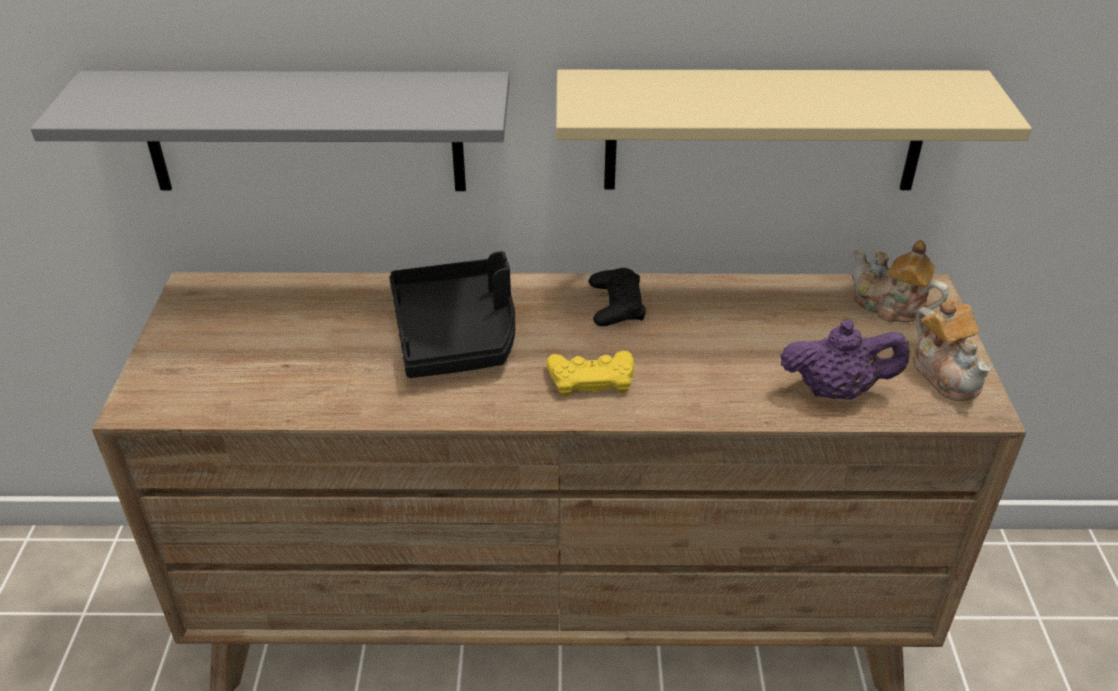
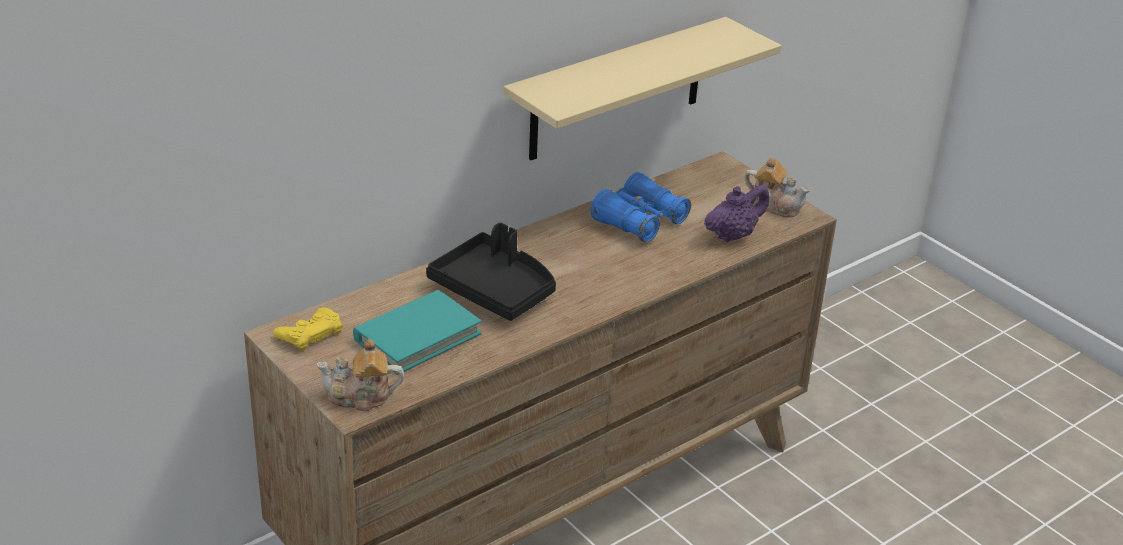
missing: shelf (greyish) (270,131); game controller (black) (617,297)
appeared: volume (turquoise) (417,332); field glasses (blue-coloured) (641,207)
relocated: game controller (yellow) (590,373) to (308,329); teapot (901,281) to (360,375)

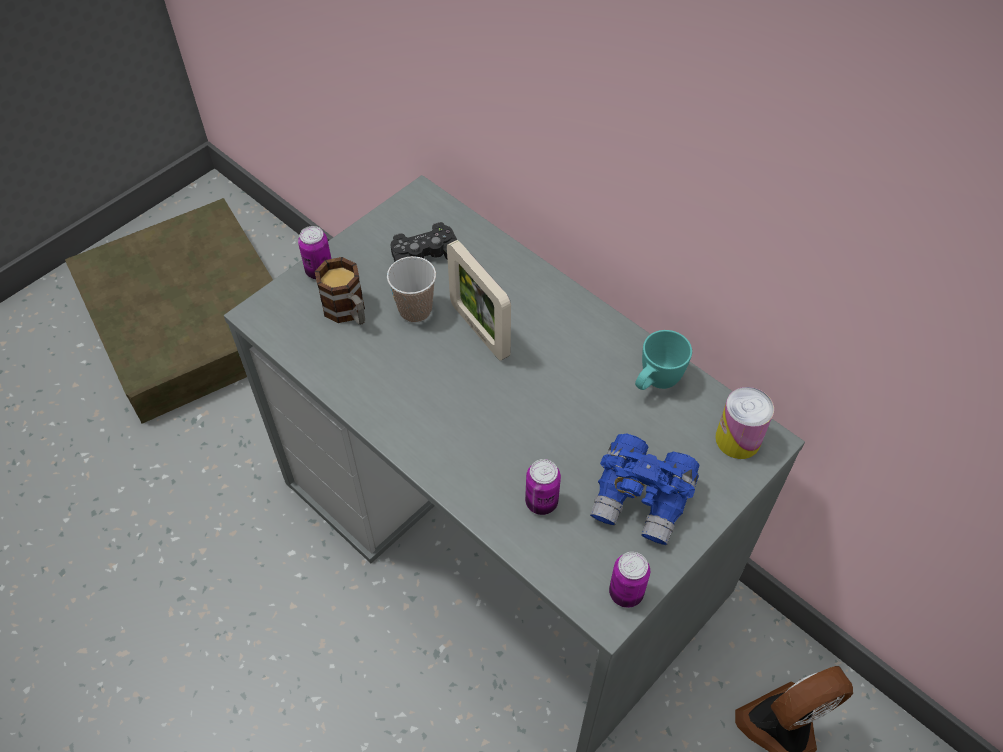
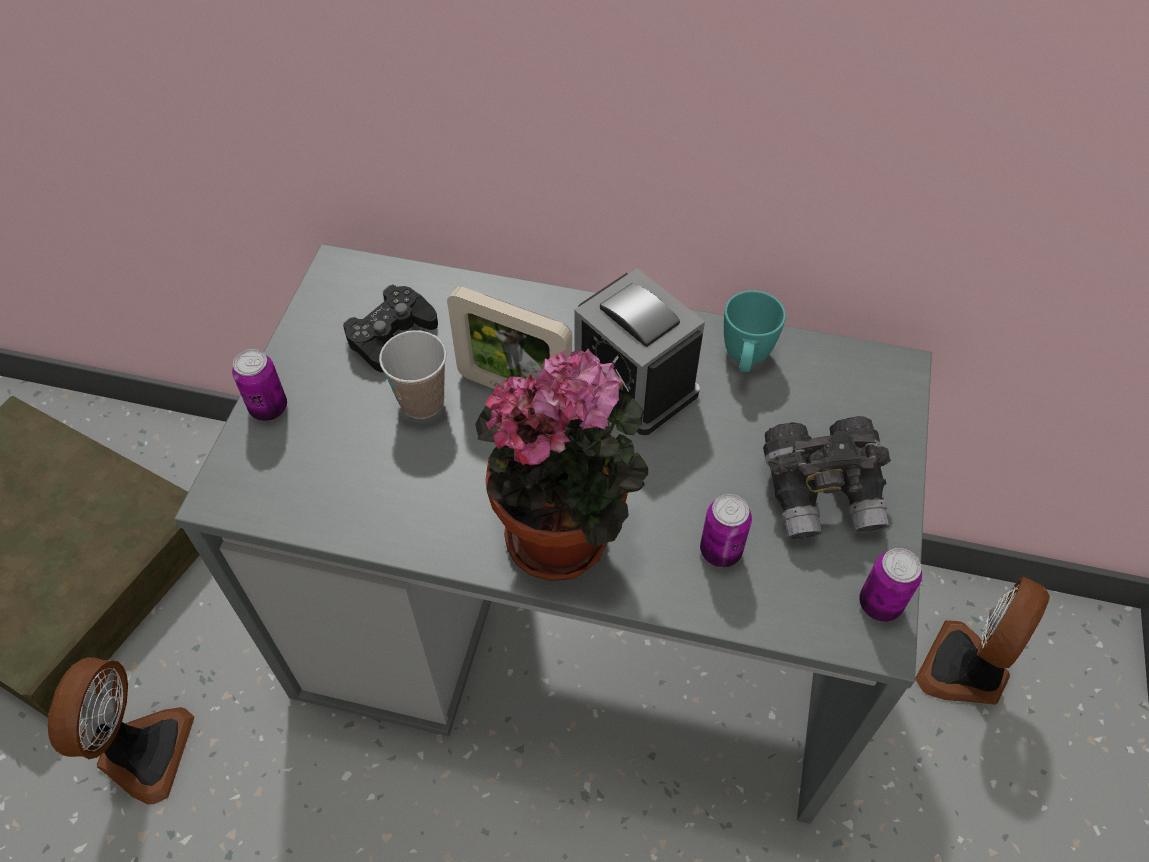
missing: tea mug (340,291); metal can (744,423)
appeared: fan (121,730); plant in a pot (561,465); table clock (639,351)
colour: field glasses (blue-coloured) (644,489) to field glasses (greyish) (827,478)

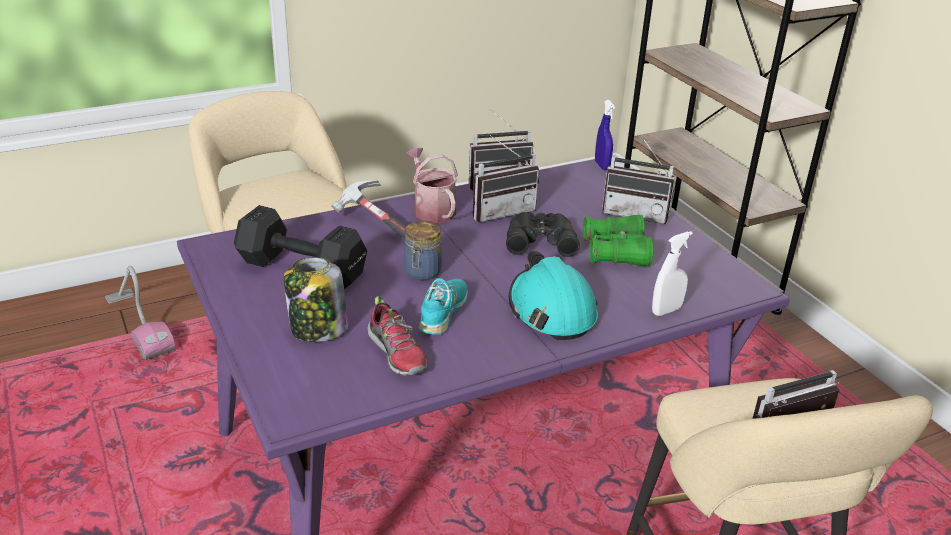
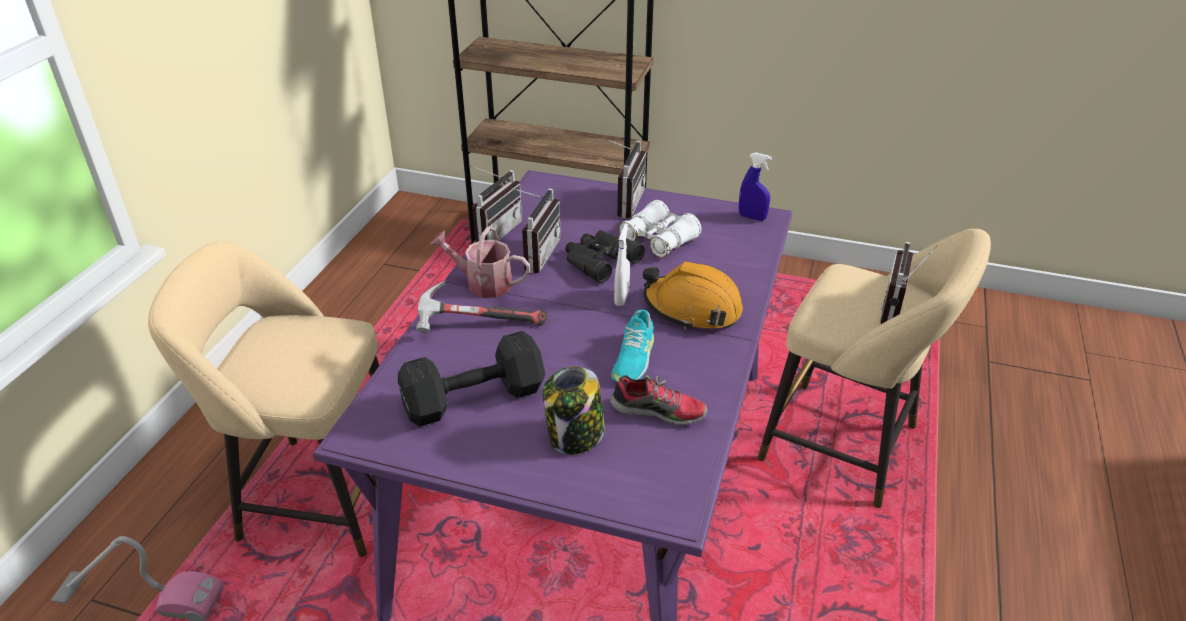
missing: preserve jar (423,250)
relocated: sprayer (blue-coloured) (605,135) to (755,186); sprayer (white) (672,273) to (622,264)
colour: hard hat (turquoise) (553,295) to hard hat (orange) (693,295); field glasses (green-coloured) (618,240) to field glasses (white) (660,229)
spun: low shoe (turquoise) (443,306) = (633,346) 135 degrees counterclockwise; radio set (638,179) = (626,178) 45 degrees counterclockwise

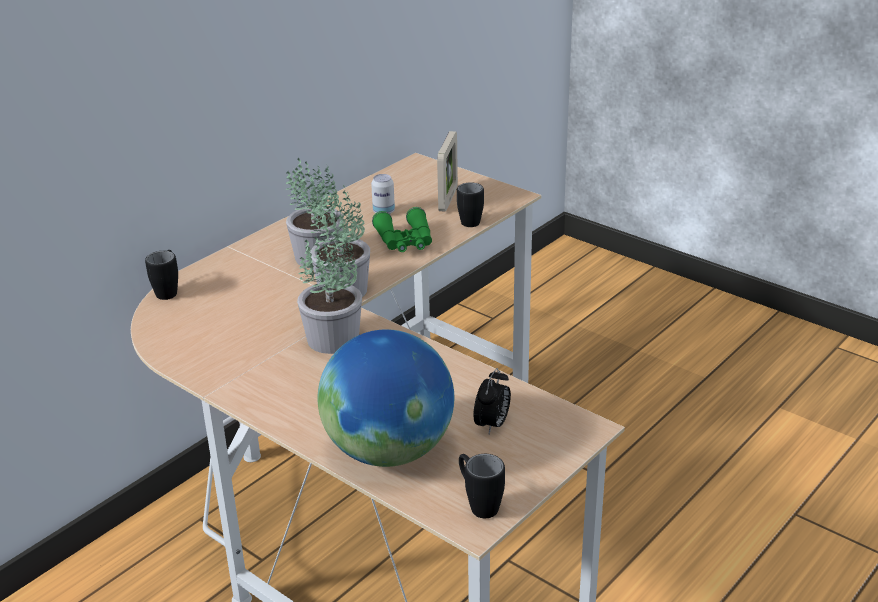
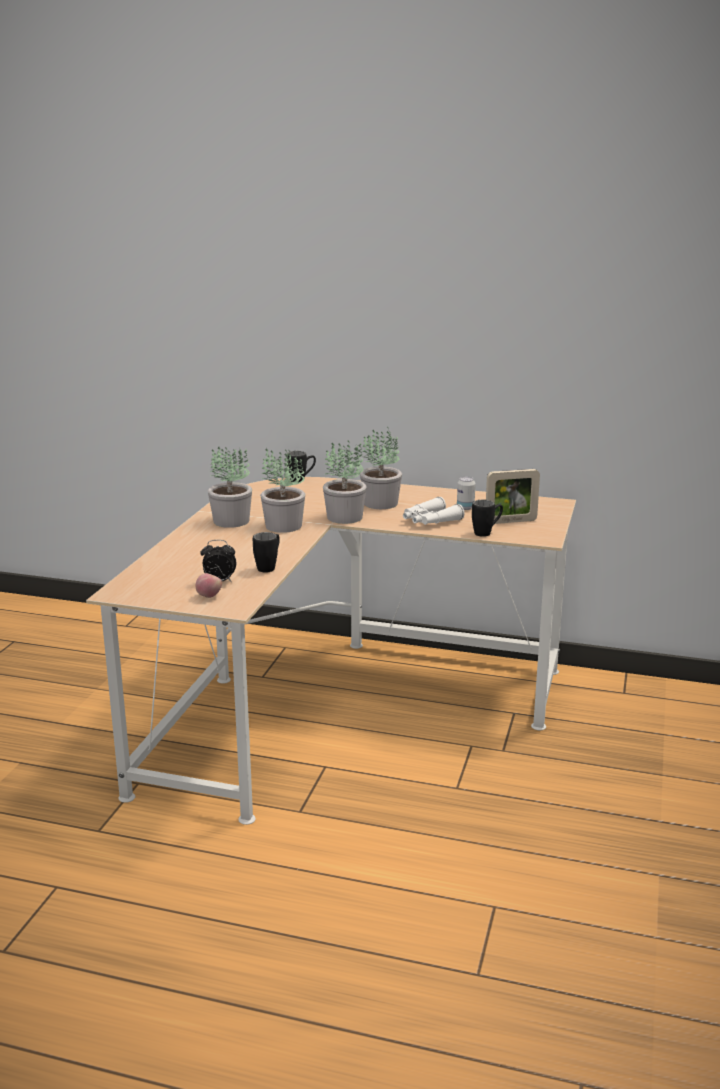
missing: world globe (386,398)
appeared: apple (209,585); plant in a pot (230,487)
relocated: tea mug (black) (482,486) to (266,552)
colour: field glasses (green-coloured) (402,229) to field glasses (white) (433,511)

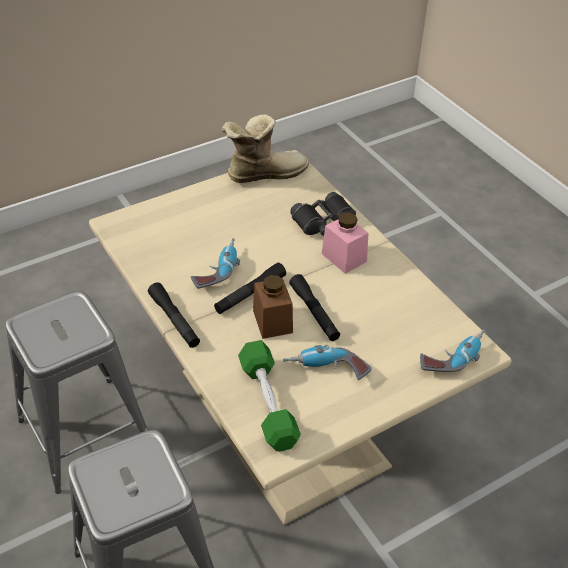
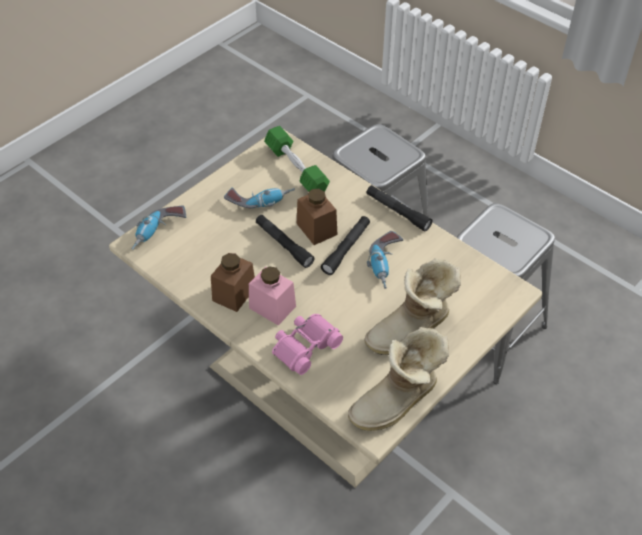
appeared: preserve jar (brown-coloured) (233,282); tall boot (413,306)
colour: field glasses (black) (323,214) to field glasses (pinkish) (307,344)

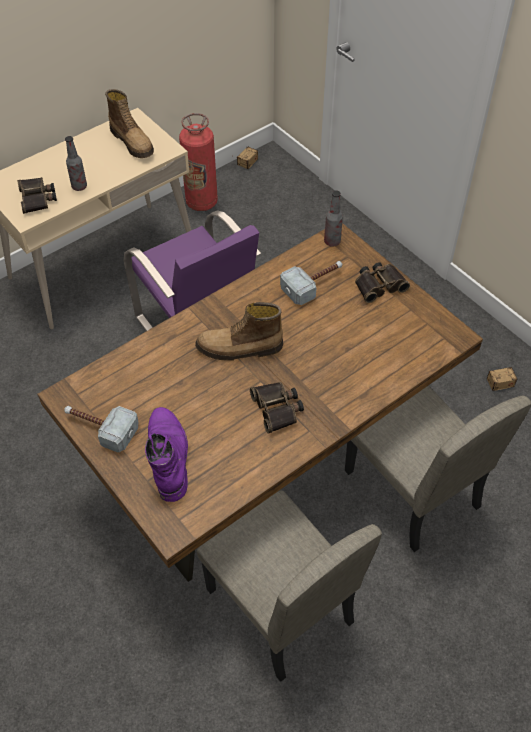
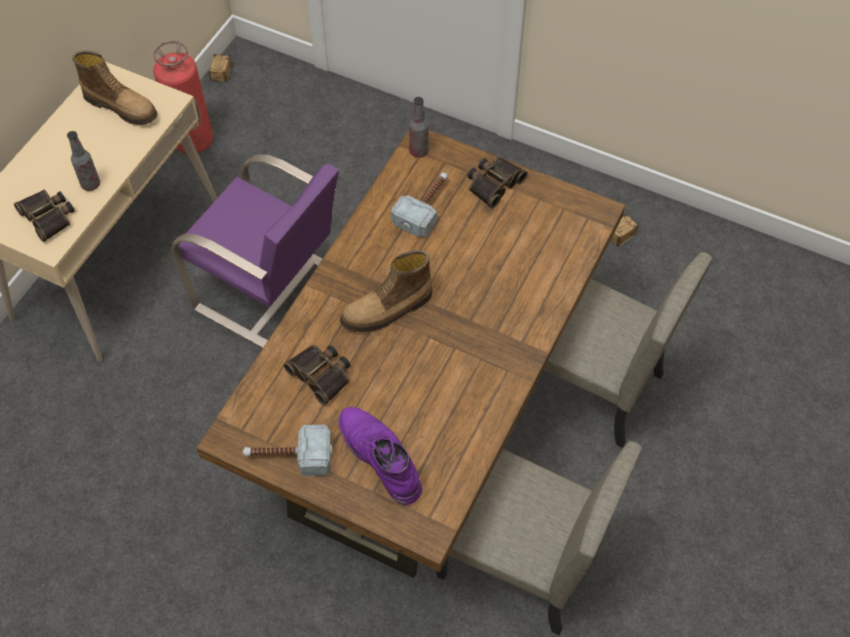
relocated: field glasses (277,408) to (317,375)

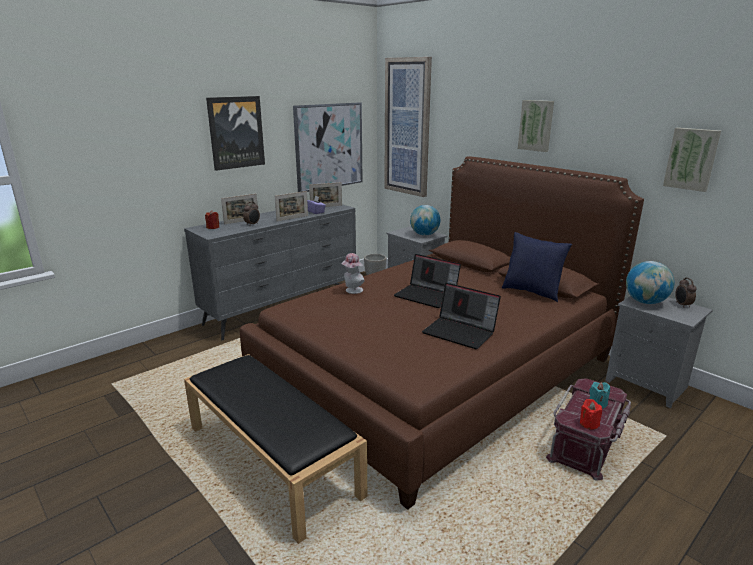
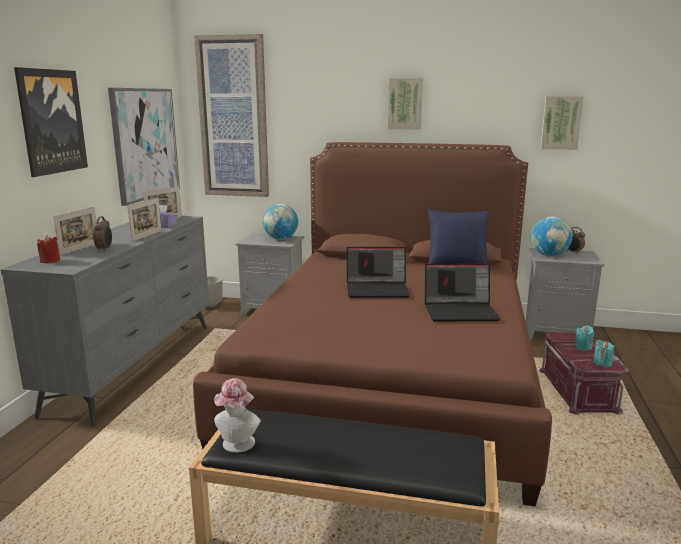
relocated: hat (353,273) to (237,415)
colour: wax candle (red) (591,414) to wax candle (turquoise) (604,354)

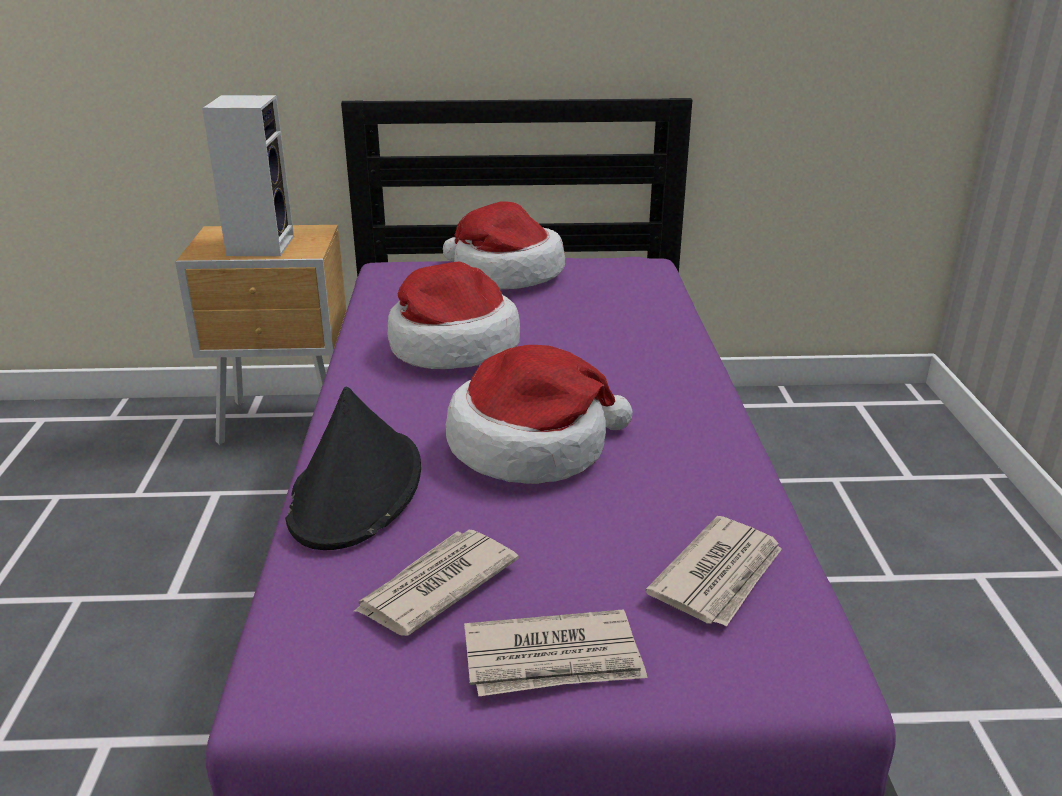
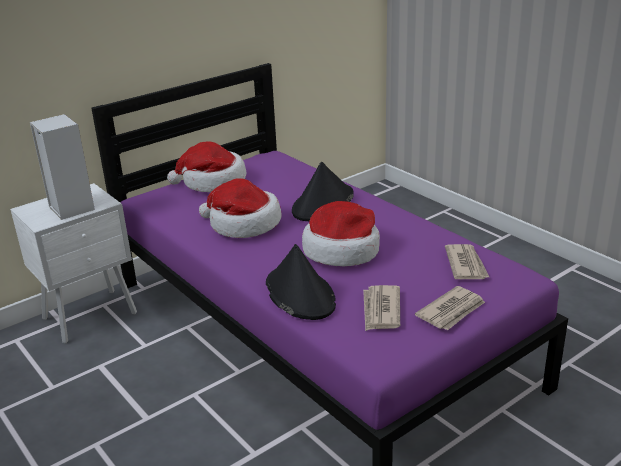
appeared: hat (black) (323,191)
colour: bedside table (brown-coloured) (260,335) to bedside table (white) (73,263)

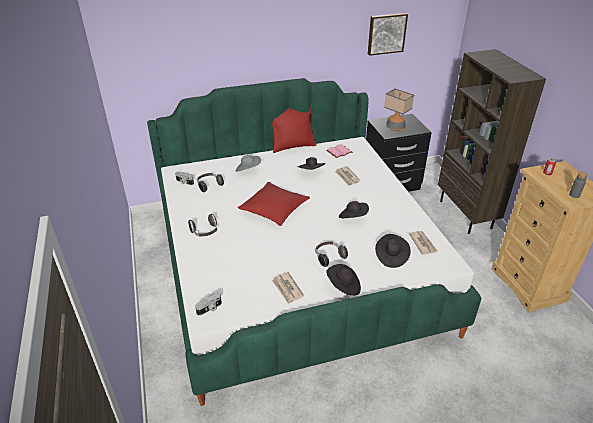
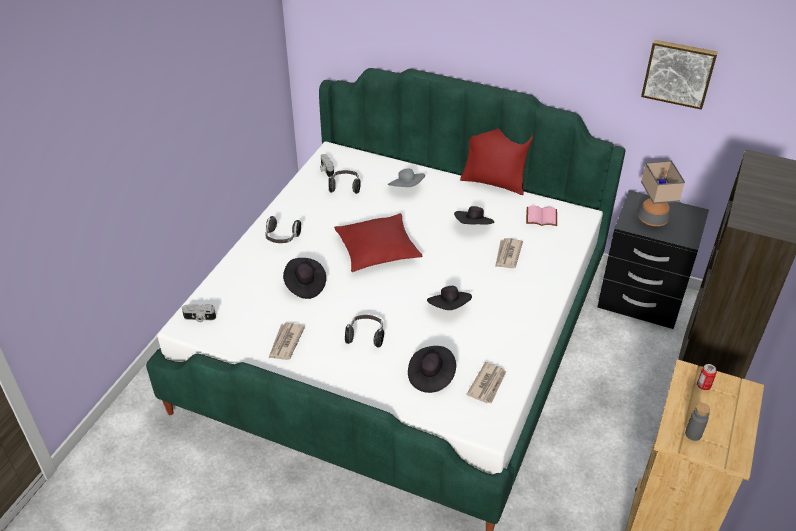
relocated: hat (black) (343,280) to (304,278)

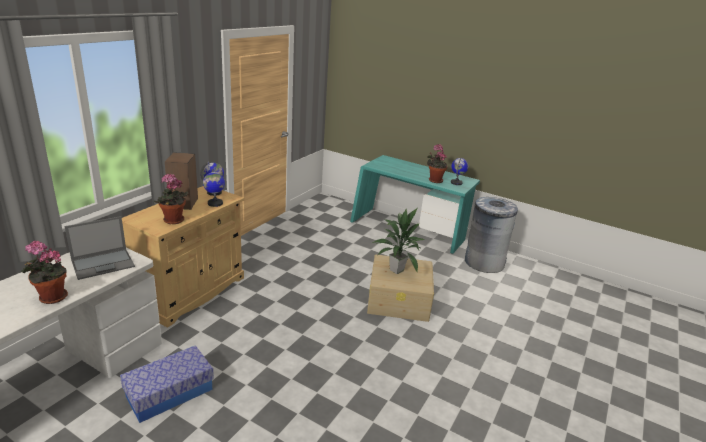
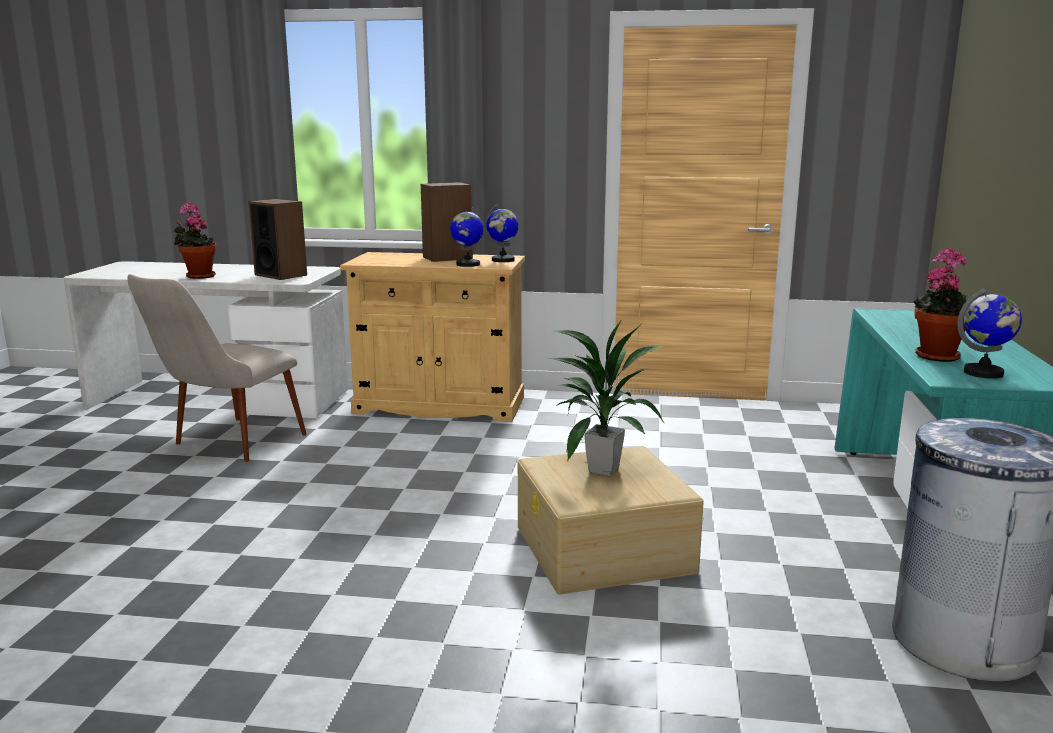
missing: plant in a pot (171,199)
exchanged: notebook computer (99,248) to speaker (277,239); storage box (167,384) to plain chair (sand-coloured) (217,368)

